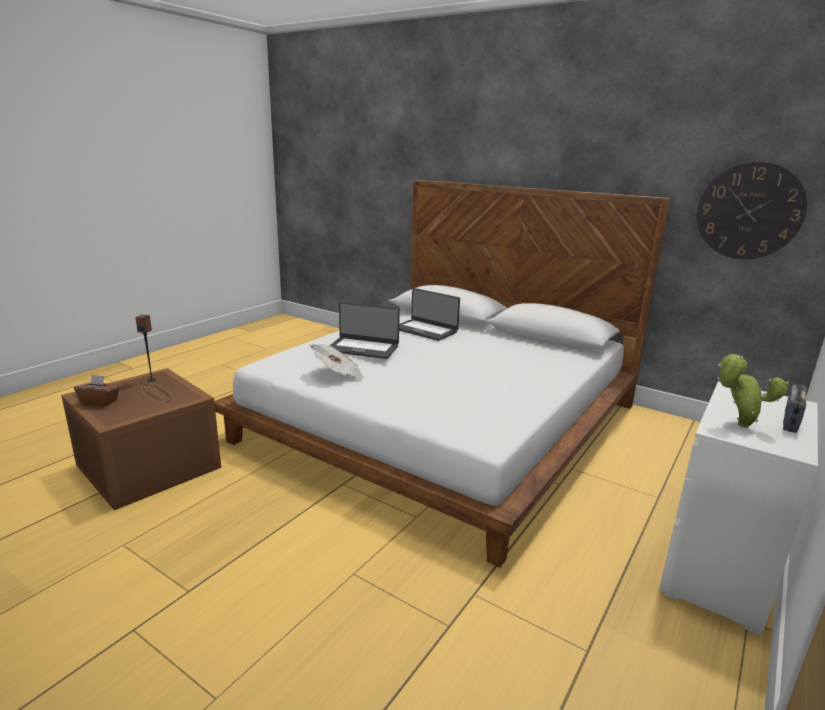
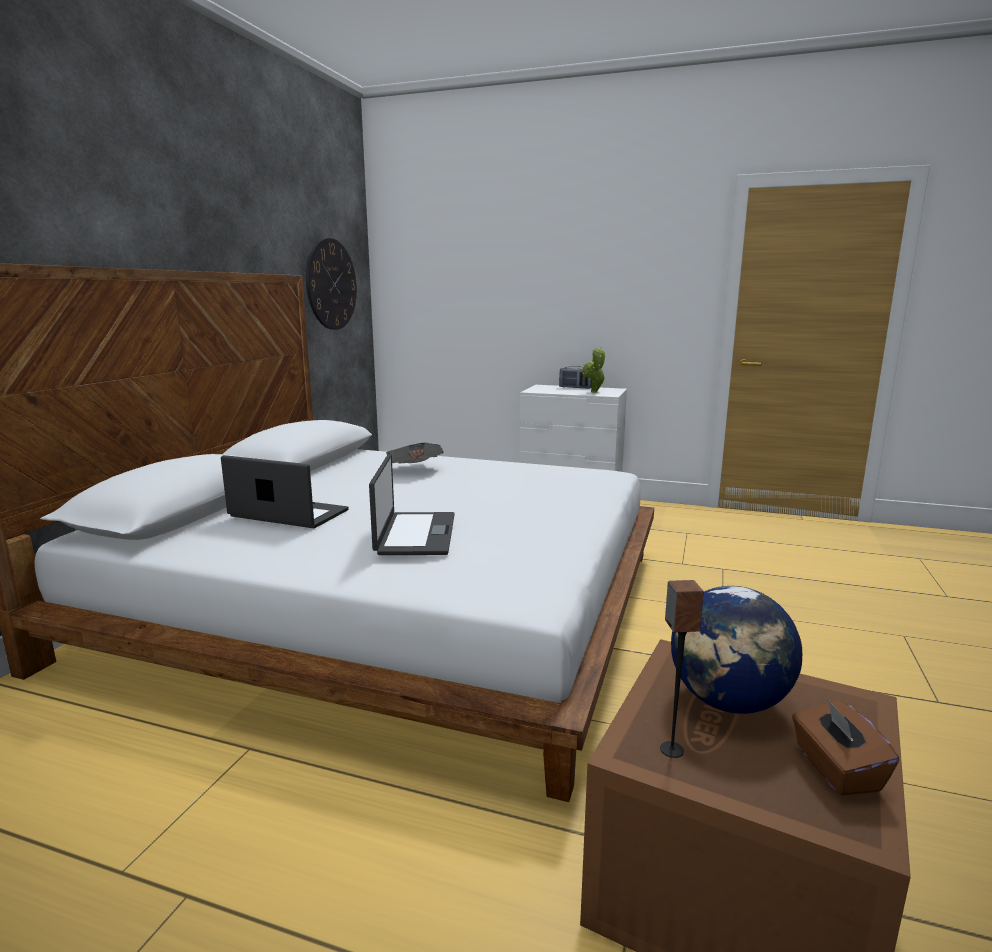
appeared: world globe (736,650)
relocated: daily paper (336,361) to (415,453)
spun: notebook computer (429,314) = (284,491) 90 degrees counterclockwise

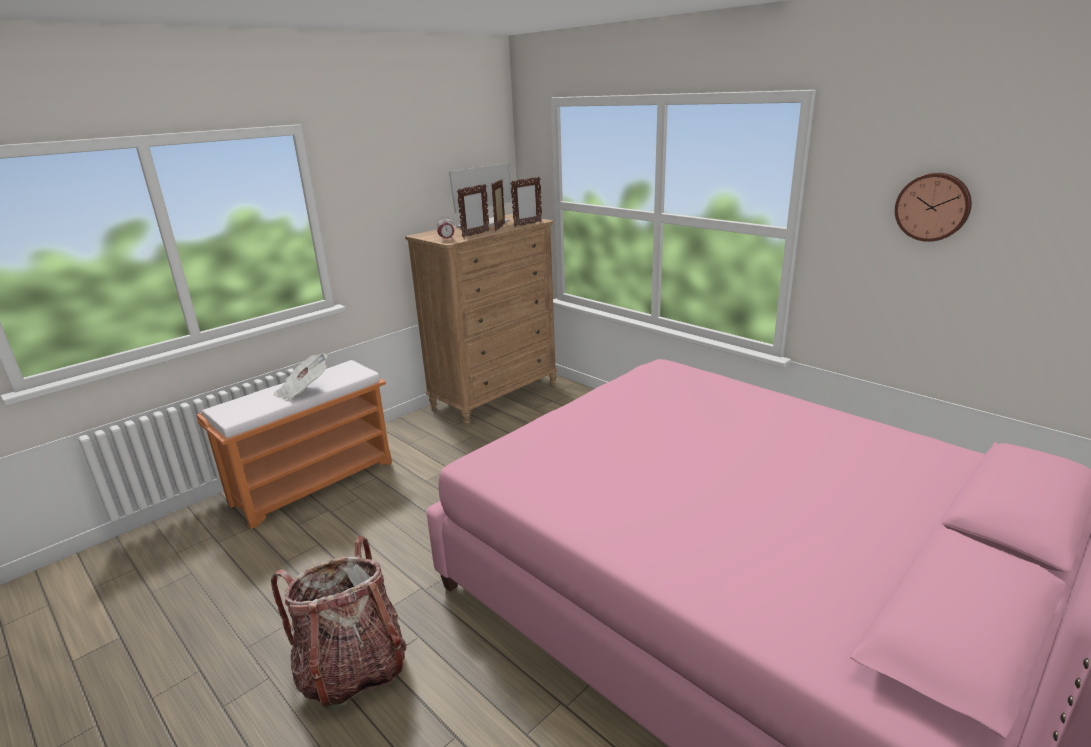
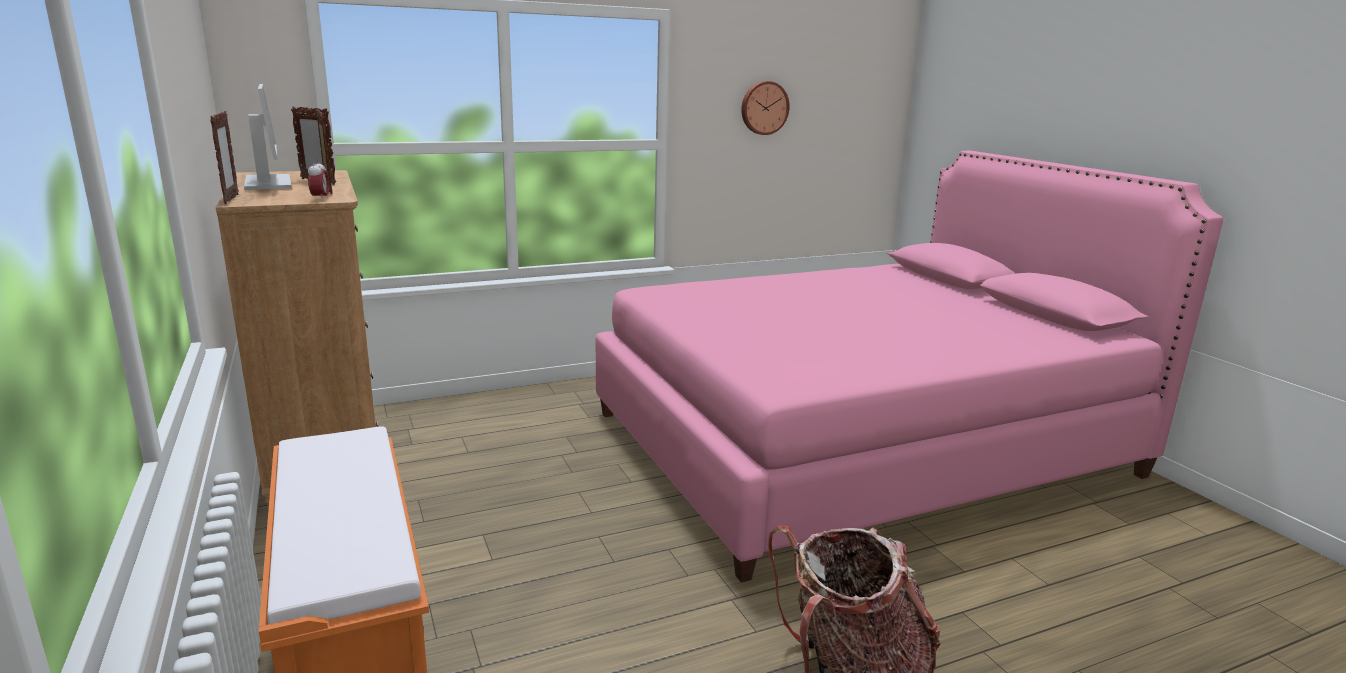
missing: daily paper (301,377)
relocated: photo frame (526,201) to (224,157)

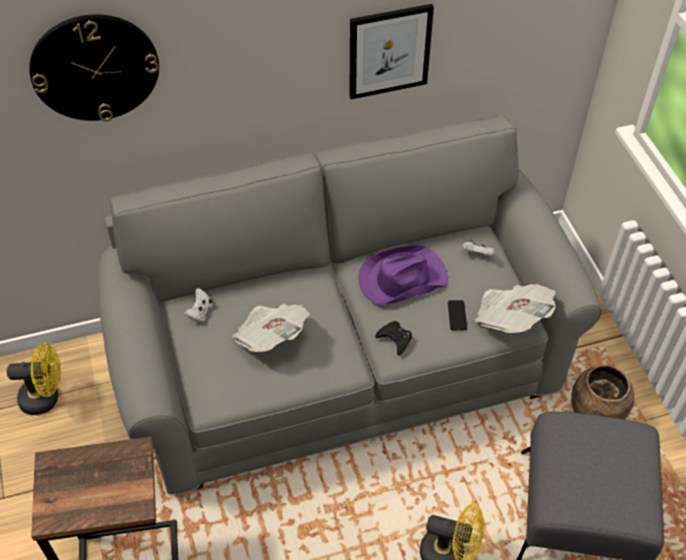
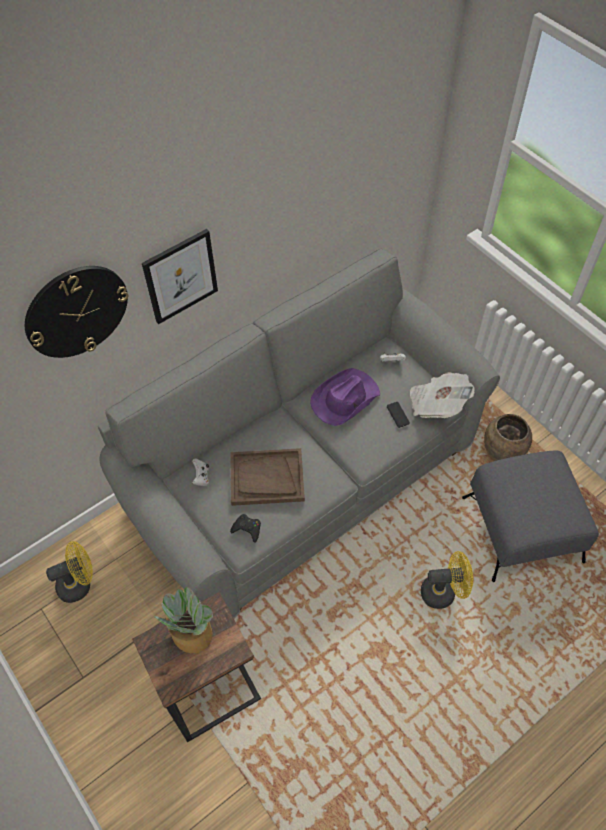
appeared: plant in a pot (184,620)
relocated: picture (391,51) to (180,276); game controller (black) (393,338) to (245,528)
exchanged: daily paper (271,328) to serving tray (brown-coloured) (267,477)

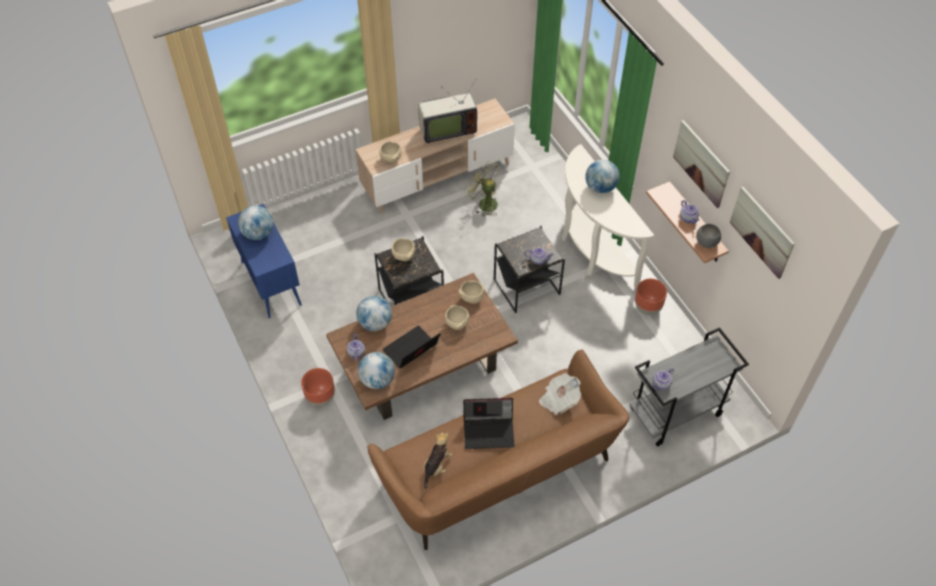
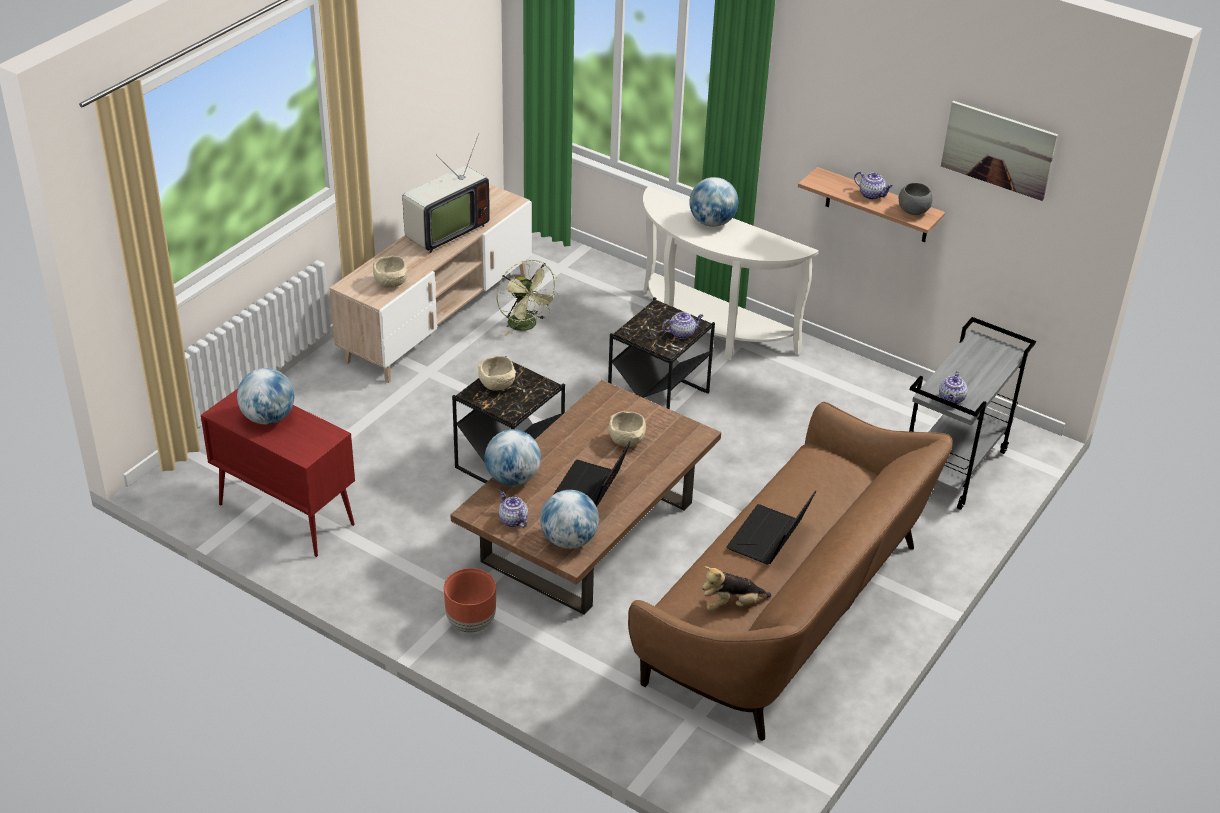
missing: serving bowl (sand-coloured) (471,292); daily paper (560,394); planter (brown-coloured) (651,297); picture (701,164)
colour: cupboard (blue-coloured) (264,261) to cupboard (red) (278,473)
spun: plush toy (438,461) = (736,588) 105 degrees counterclockwise; notebook computer (489,423) = (771,528) 150 degrees clockwise; fan (green-coloured) (482,189) = (528,298) 135 degrees counterclockwise

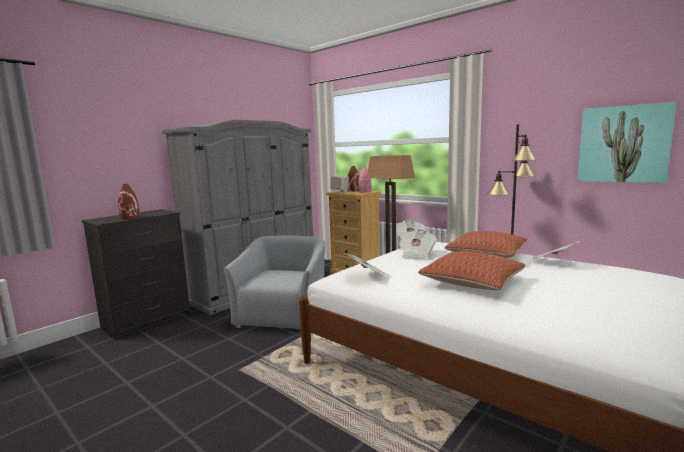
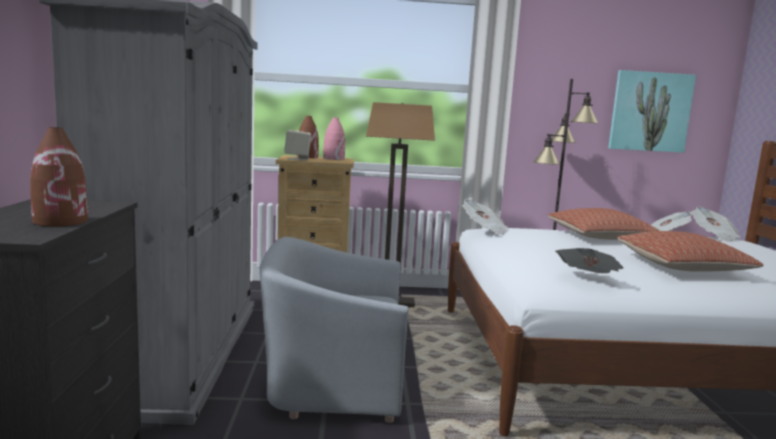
relocated: daily paper (418,244) to (716,224)
spun: lounge chair (greyish) (274,282) = (334,330) 60 degrees counterclockwise

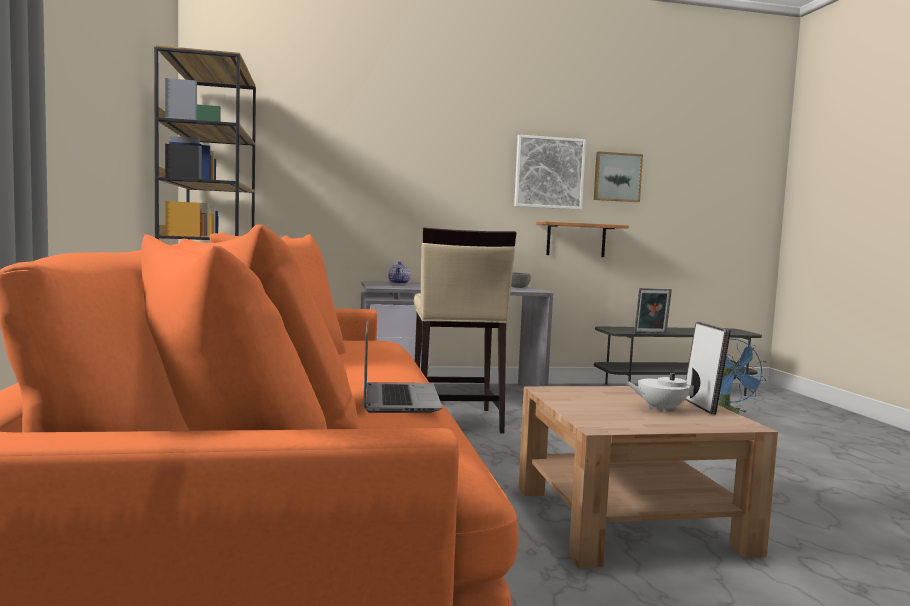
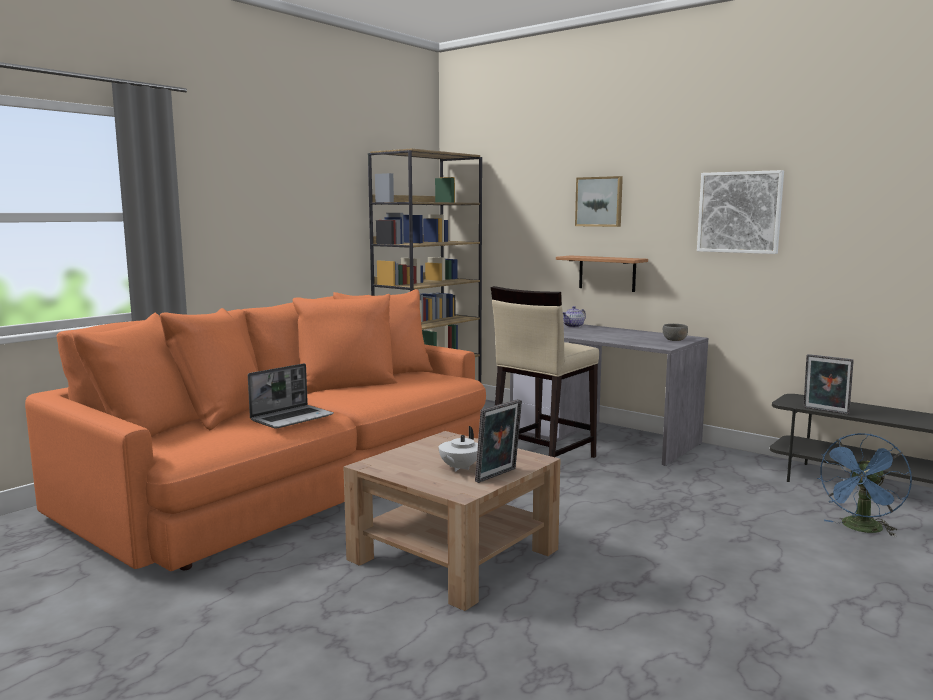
relocated: shelf (582,239) to (602,273); picture (618,176) to (599,201)
spun: teapot (white) (662,390) = (458,449) 120 degrees counterclockwise

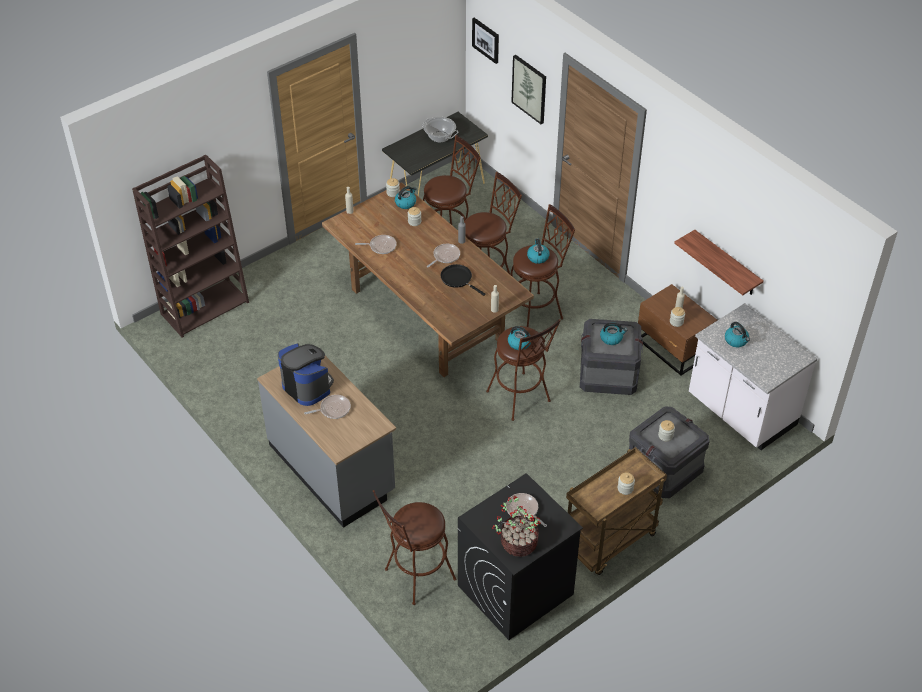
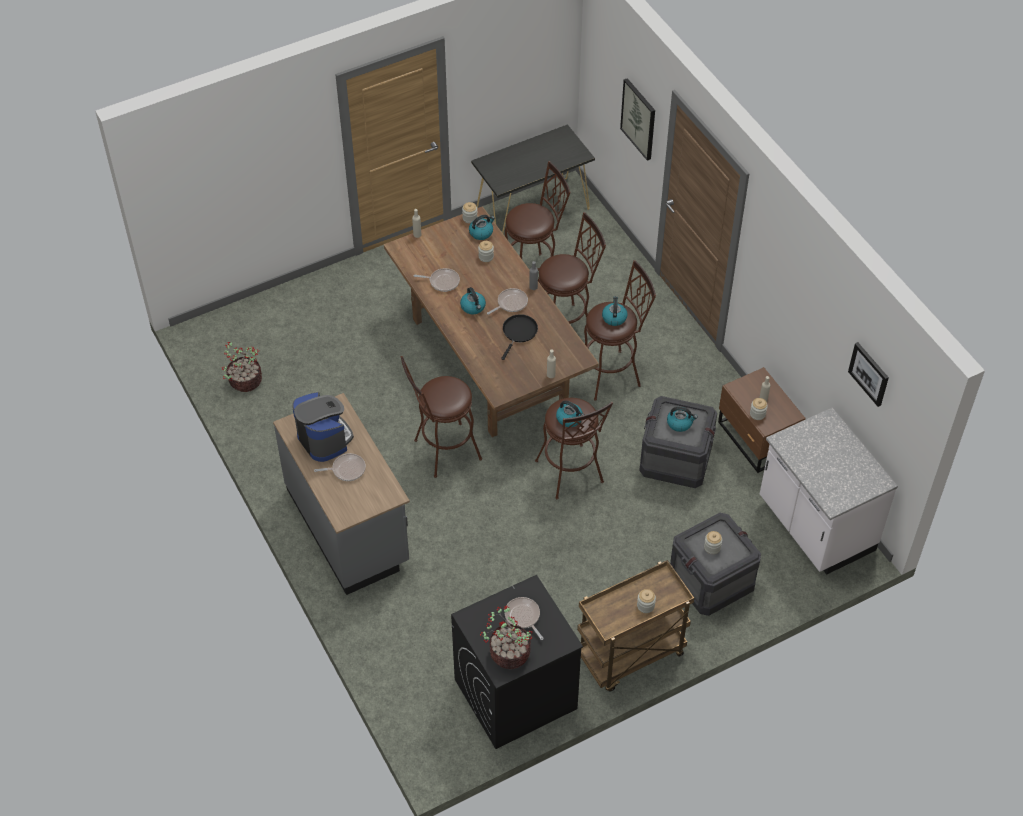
missing: shelving unit (brown-coloured) (190,246); stockpot (439,130); shelf (719,262)
appeared: plant in a pot (242,367)
relocated: stool (brown-coloured) (414,547) to (441,417); picture (485,41) to (868,374); tea kettle (737,334) to (473,300)
spun: pan (black) (462,280) = (519,337) 60 degrees clockwise

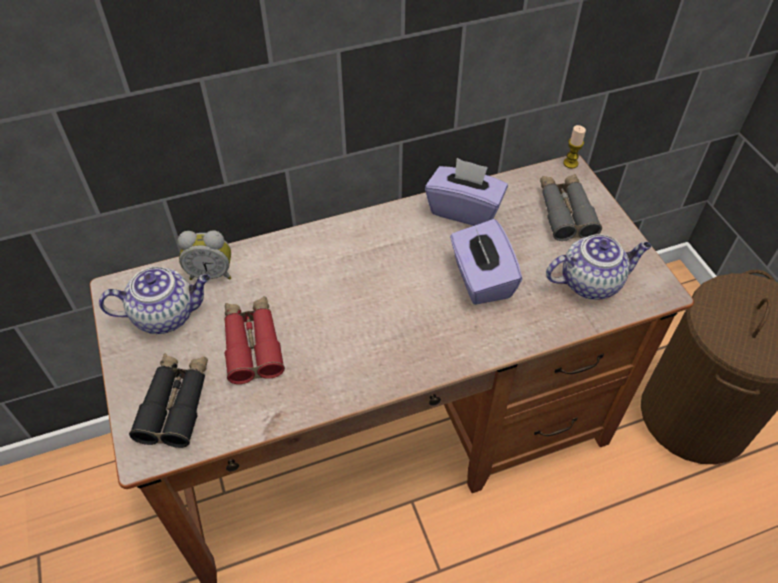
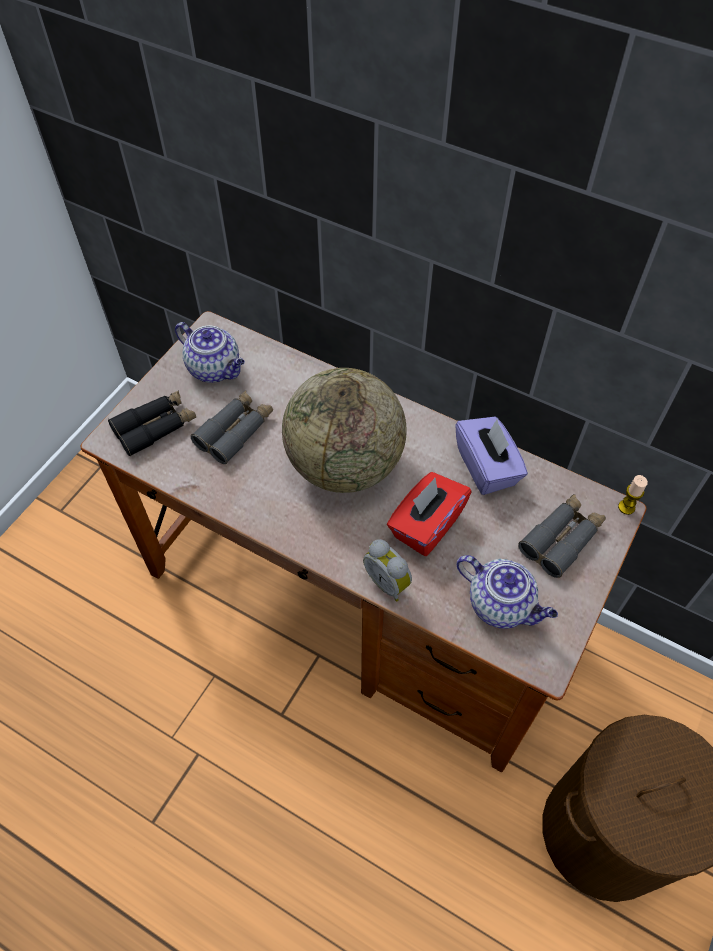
appeared: world globe (344,430)
relocated: table clock (204,255) to (387,570)
colour: field glasses (red) (255,340) to field glasses (greyish) (232,427); tissue holder (purple) (486,262) to tissue holder (red) (429,514)

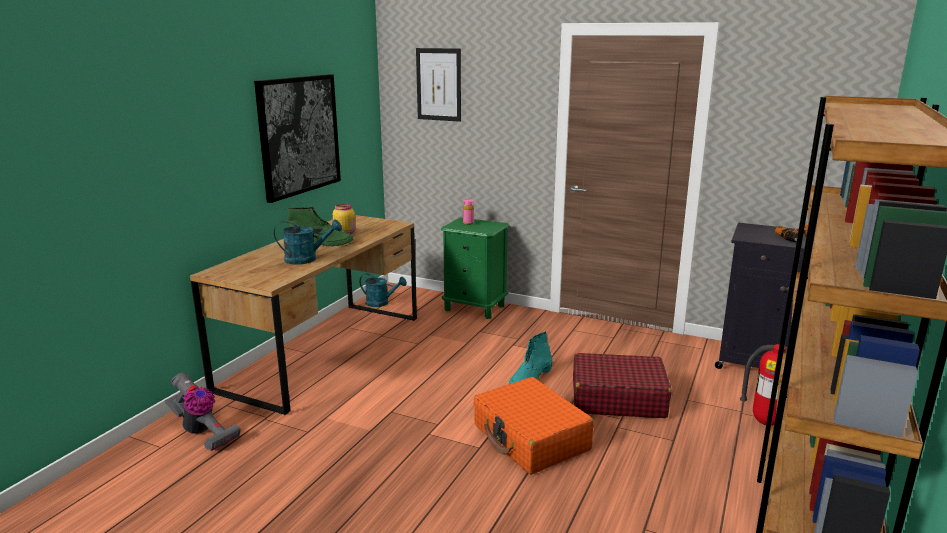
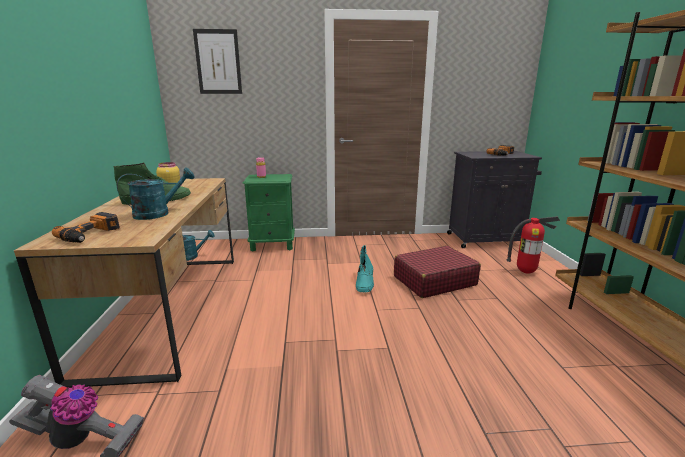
missing: picture (297,138); suitcase (orange) (533,426)
appeared: electric drill (86,227)

